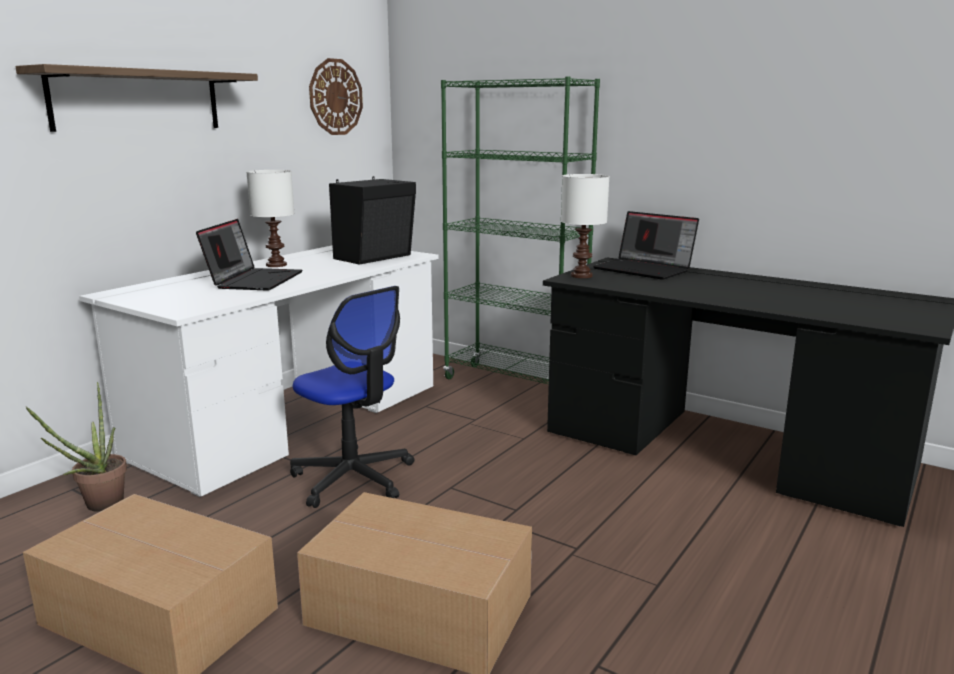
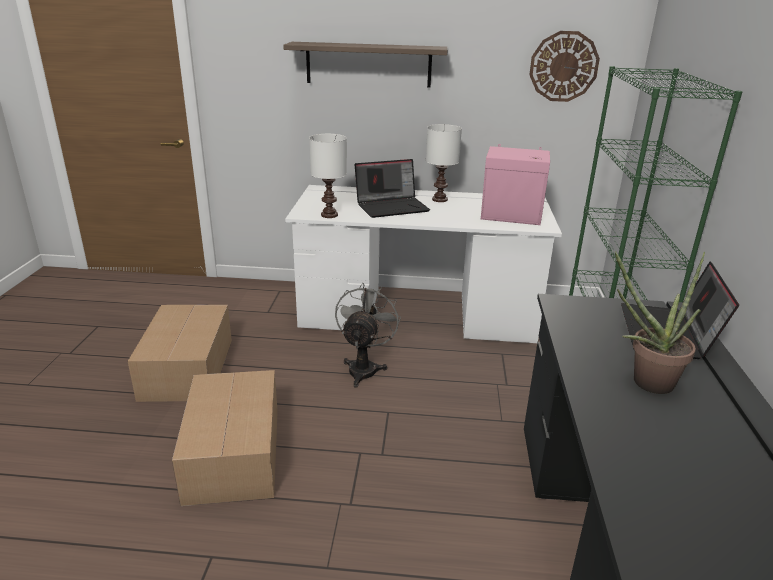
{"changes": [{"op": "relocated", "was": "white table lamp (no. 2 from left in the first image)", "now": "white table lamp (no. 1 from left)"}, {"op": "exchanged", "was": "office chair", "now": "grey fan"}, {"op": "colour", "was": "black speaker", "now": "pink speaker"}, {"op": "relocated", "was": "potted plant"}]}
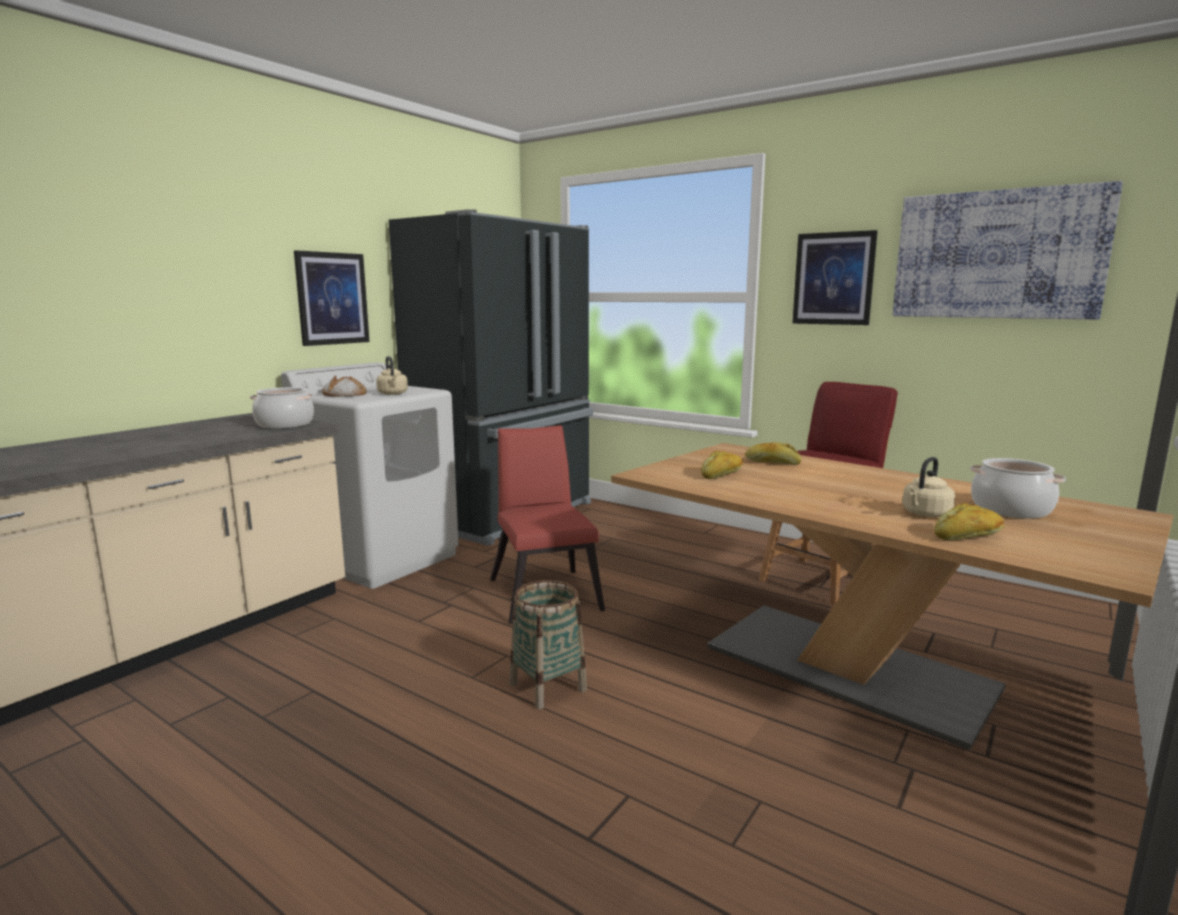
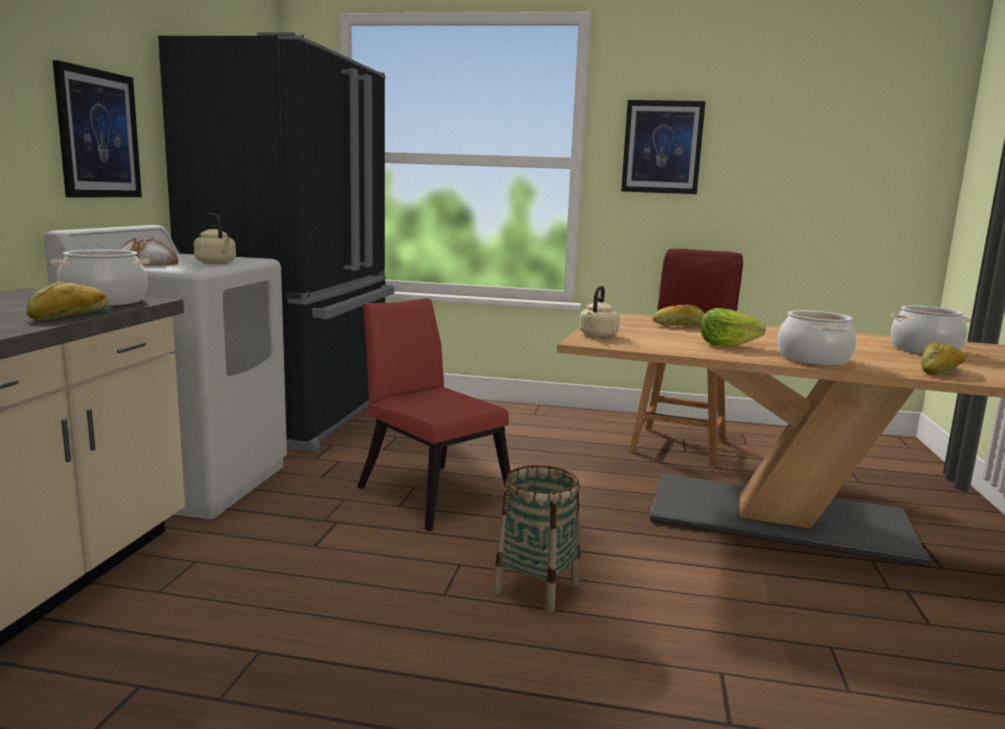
{"changes": [{"op": "relocated", "was": "bread (no. 2 from left in the first image)", "now": "bread (no. 1 from left)"}, {"op": "relocated", "was": "beige kettle (no. 2 from left)"}, {"op": "appeared", "now": "lettuce"}, {"op": "appeared", "now": "cooking pot (no. 2 from left)"}, {"op": "missing", "was": "picture (no. 3 from left)"}]}
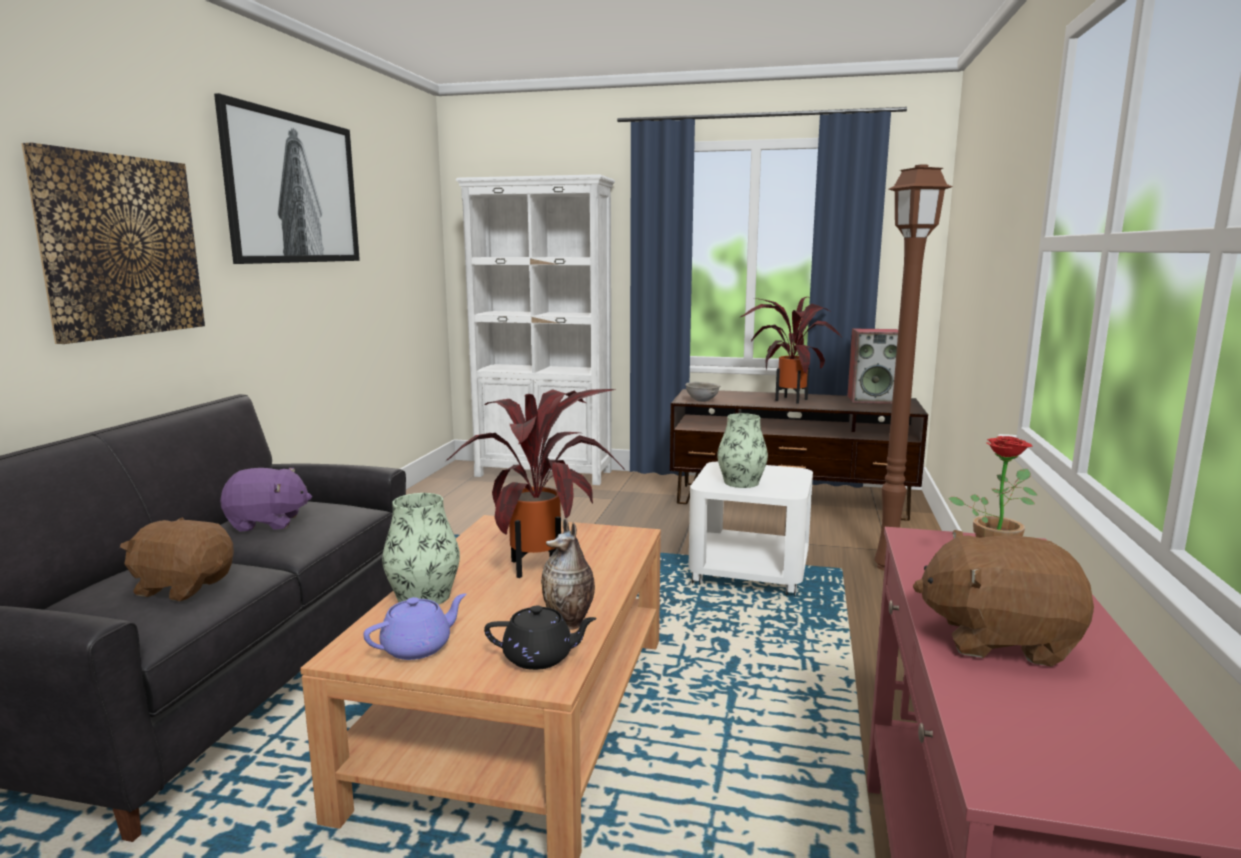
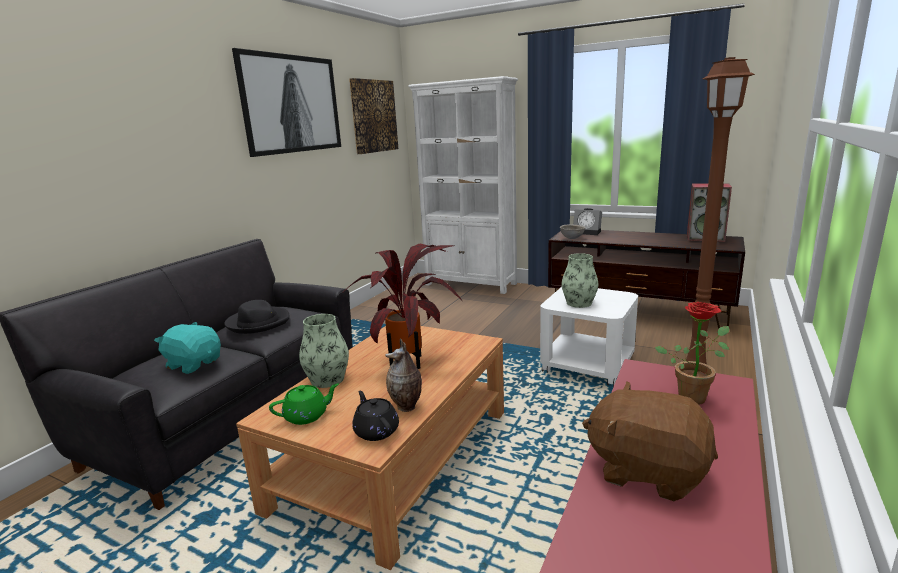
{"changes": [{"op": "colour", "was": "brown plush toy (no. 1 from left)", "now": "turquoise plush toy"}, {"op": "exchanged", "was": "purple plush toy", "now": "black hat"}, {"op": "colour", "was": "purple teapot", "now": "green teapot"}, {"op": "relocated", "was": "picture (no. 1 from left in the first image)", "now": "picture (no. 2 from left)"}, {"op": "spun", "was": "black teapot", "clockwise": -135}, {"op": "appeared", "now": "alarm clock"}, {"op": "missing", "was": "potted plant (no. 2 from left)"}]}
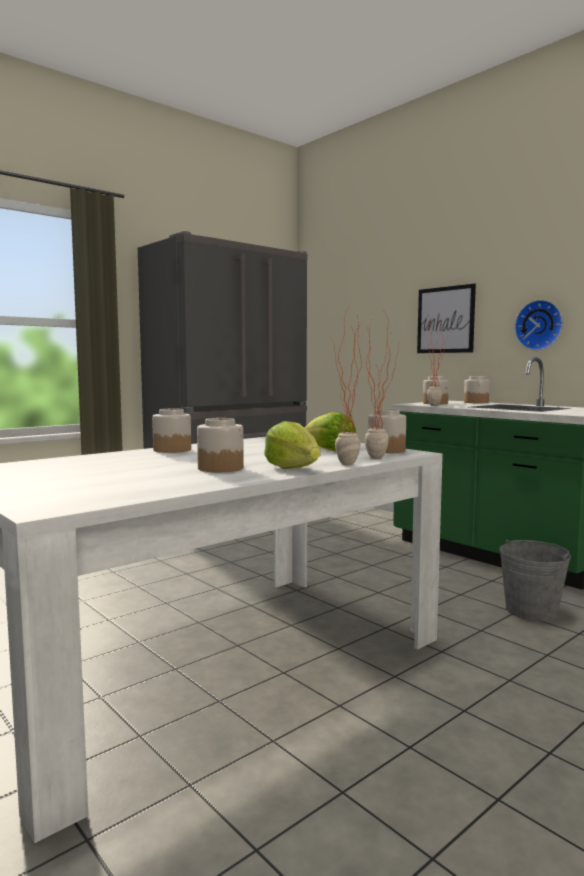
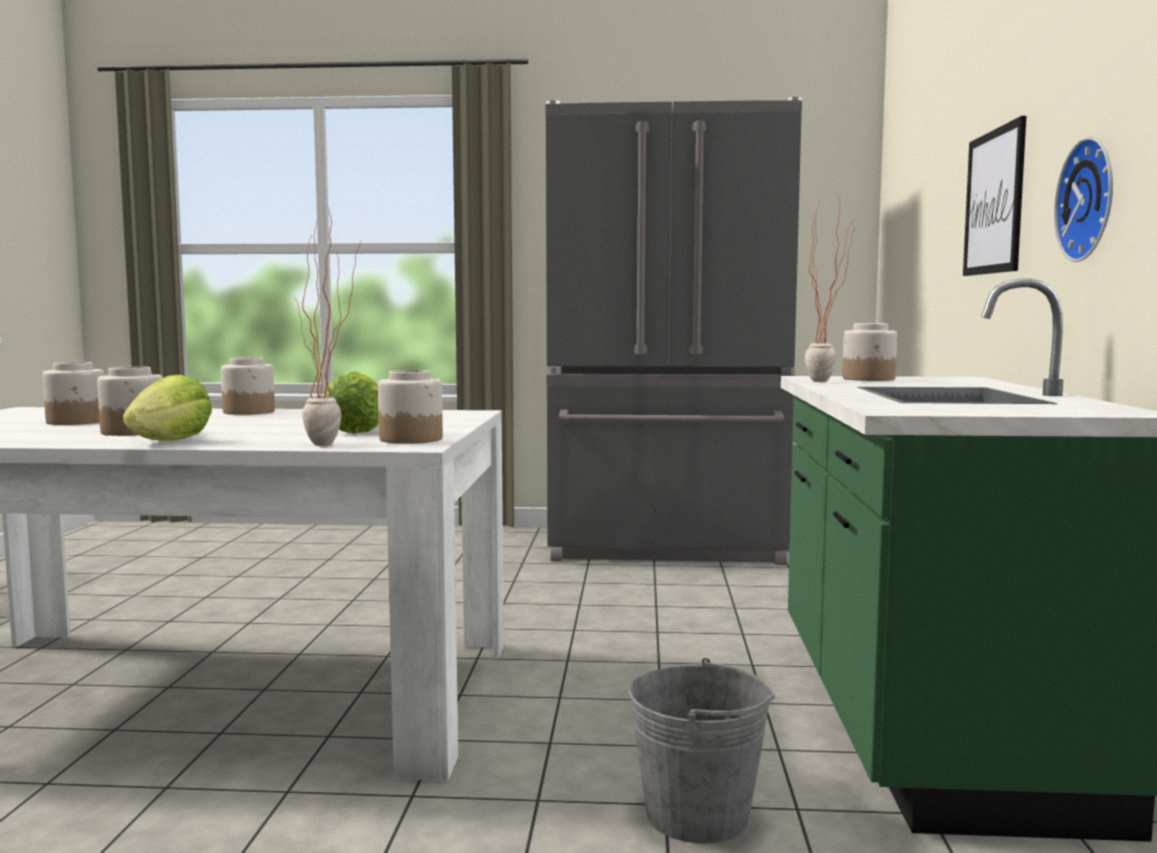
{"changes": [{"op": "relocated", "was": "jar (no. 5 from left in the first image)", "now": "jar (no. 1 from left)"}, {"op": "missing", "was": "potted plant (no. 1 from left)"}]}
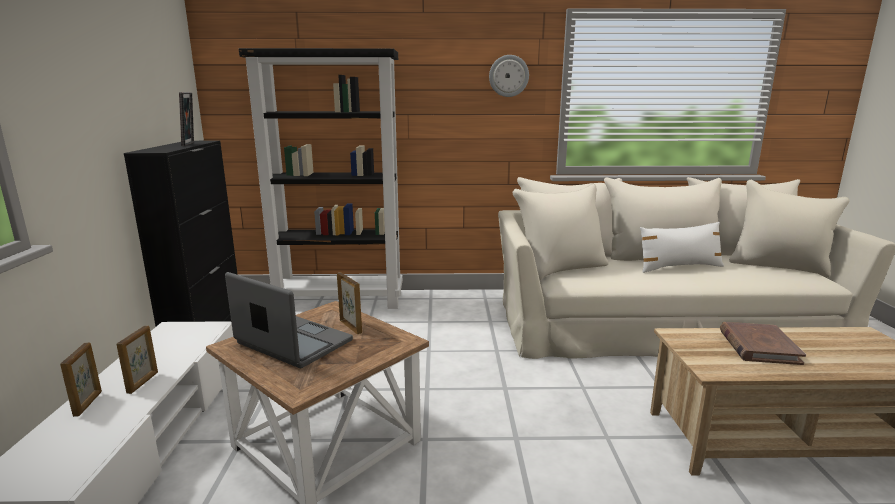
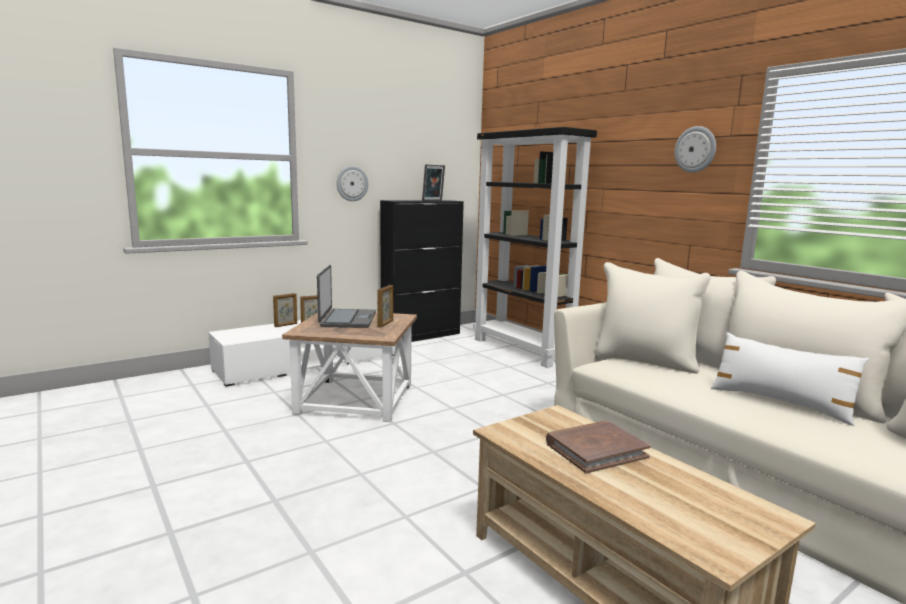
{"changes": [{"op": "appeared", "now": "wall clock (no. 1 from left)"}]}
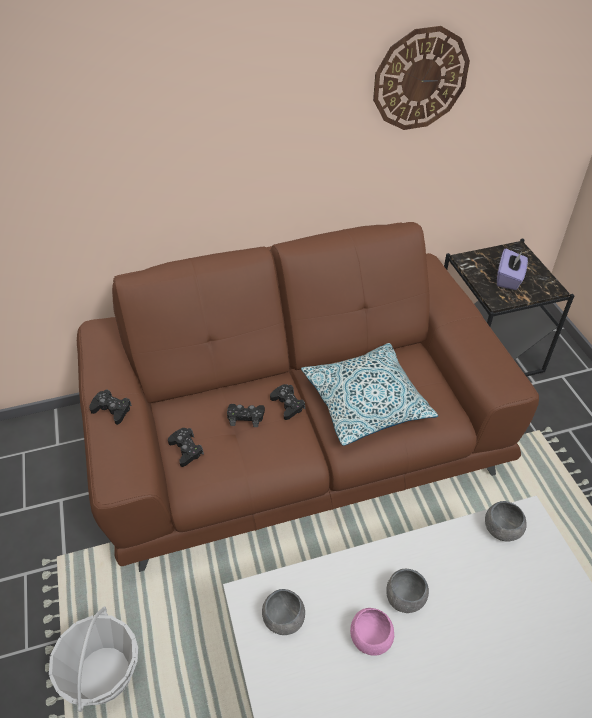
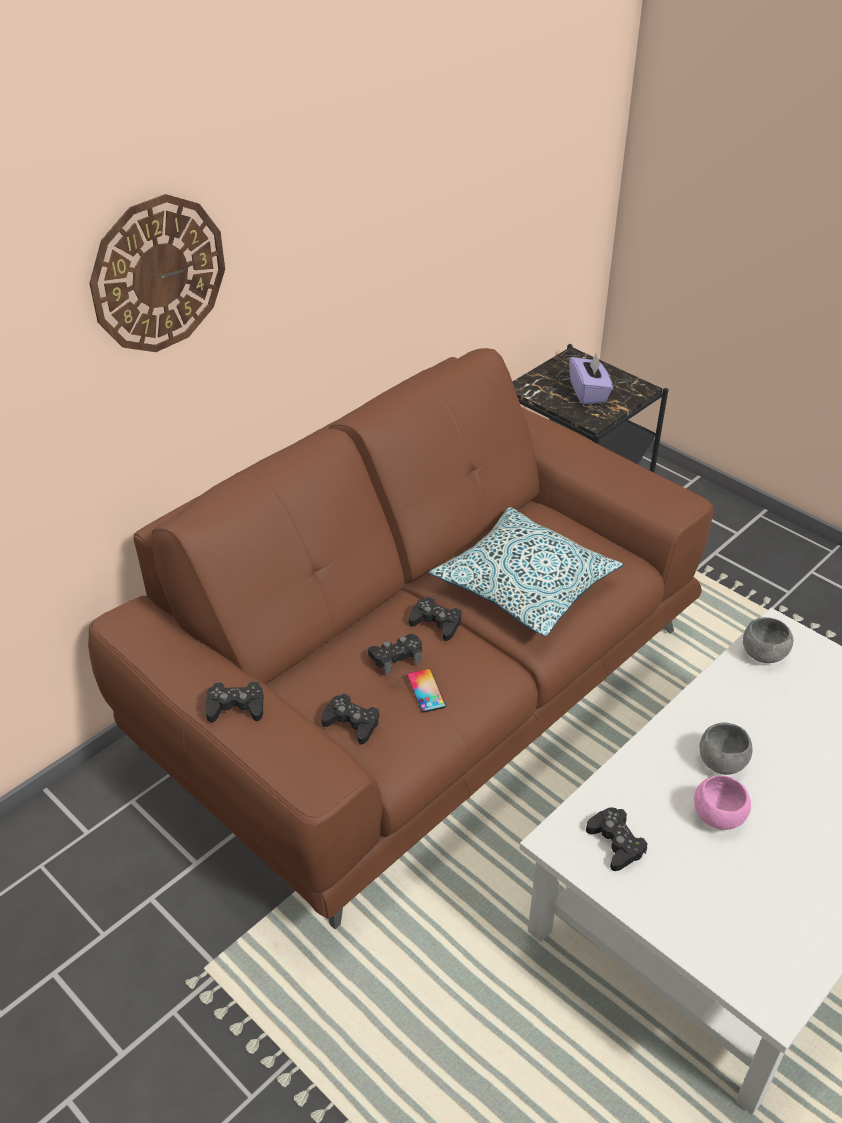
{"changes": [{"op": "relocated", "was": "wall clock"}, {"op": "appeared", "now": "phone"}, {"op": "exchanged", "was": "grey bowl (no. 1 from left)", "now": "black game controller (no. 5 from left)"}, {"op": "missing", "was": "basket"}]}
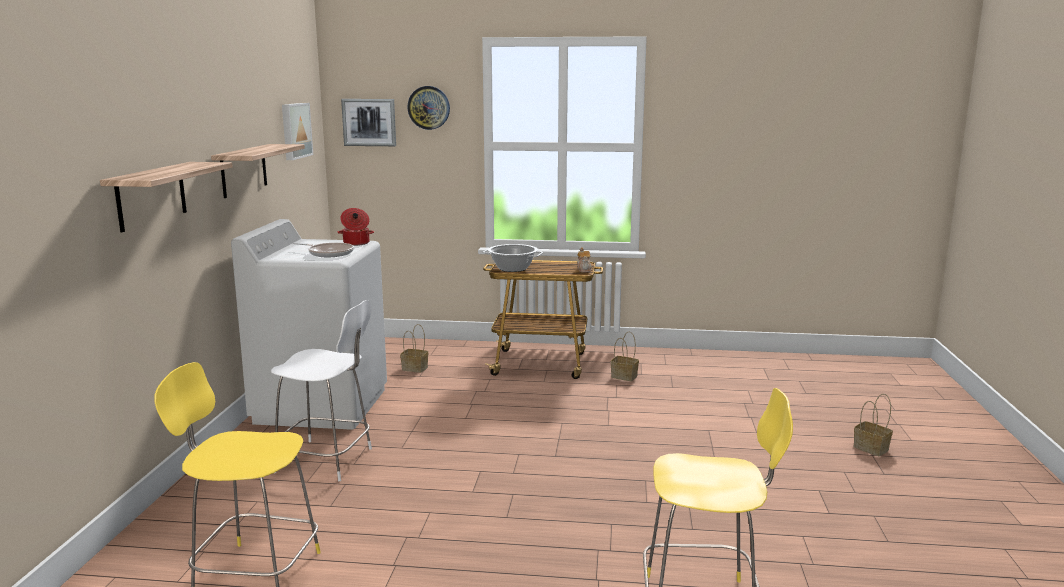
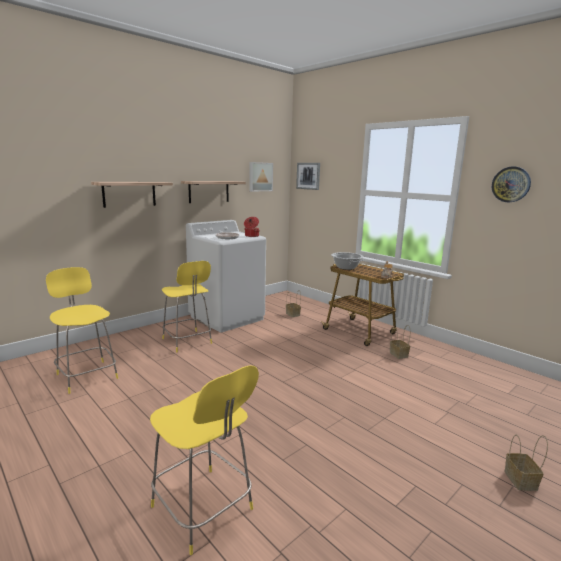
{"changes": [{"op": "colour", "was": "white stool", "now": "yellow stool (no. 2 from left)"}, {"op": "relocated", "was": "wall clock"}]}
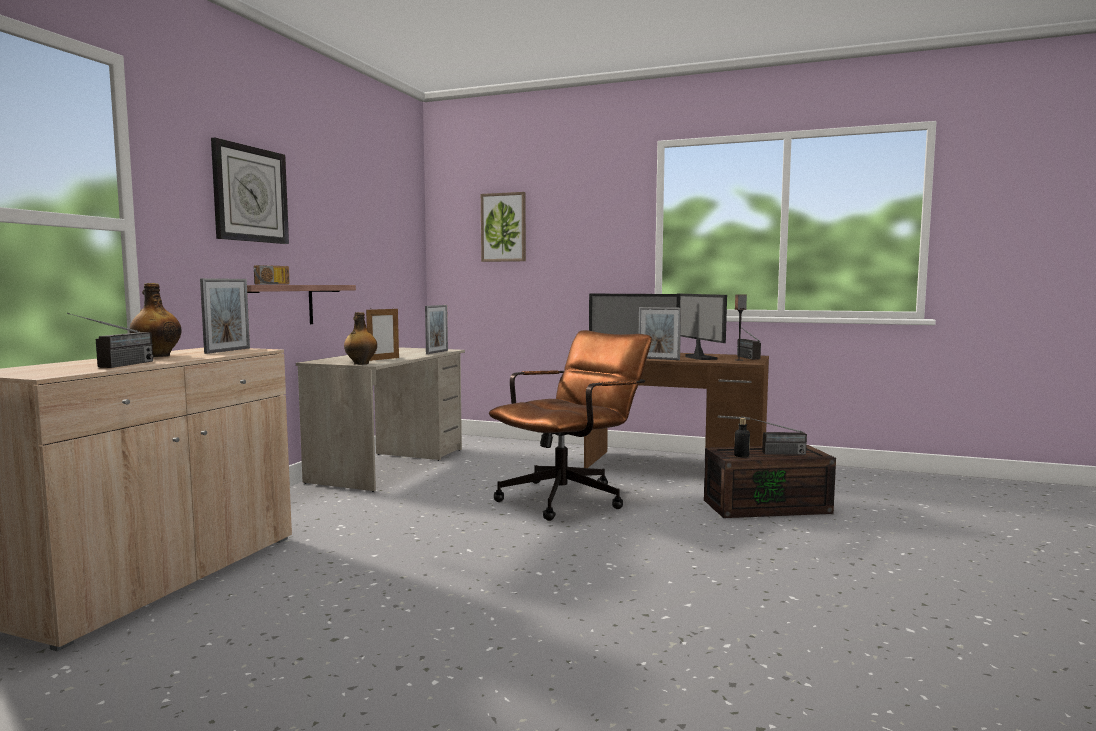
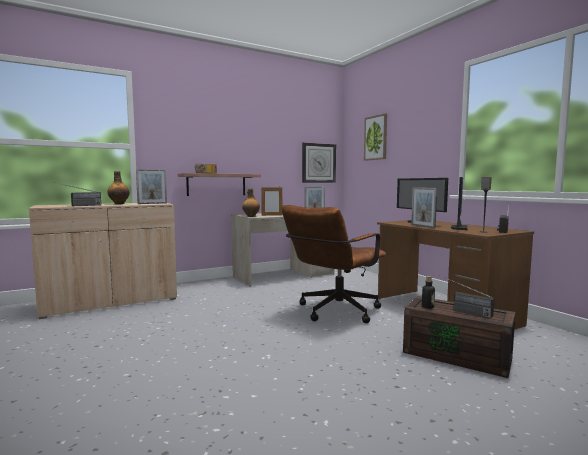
{"changes": [{"op": "spun", "was": "brown office chair", "clockwise": 135}, {"op": "relocated", "was": "wall clock"}]}
